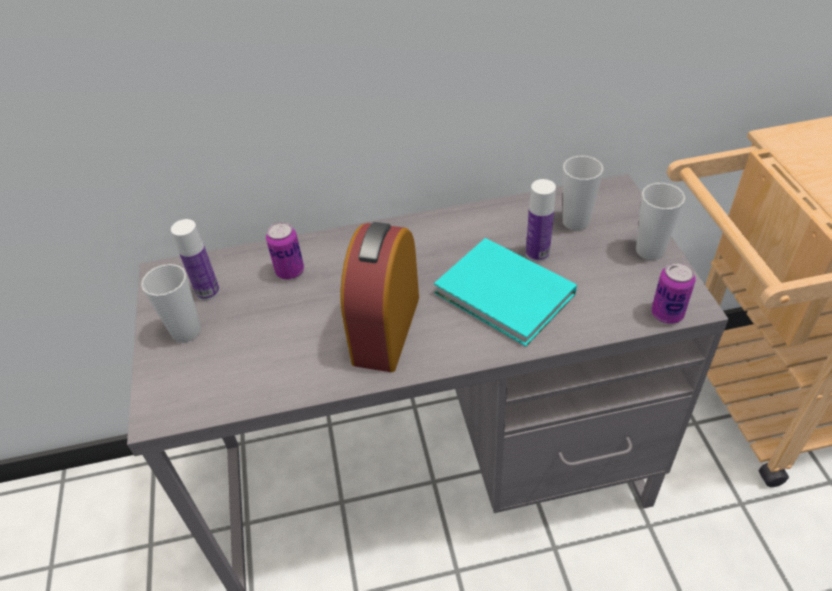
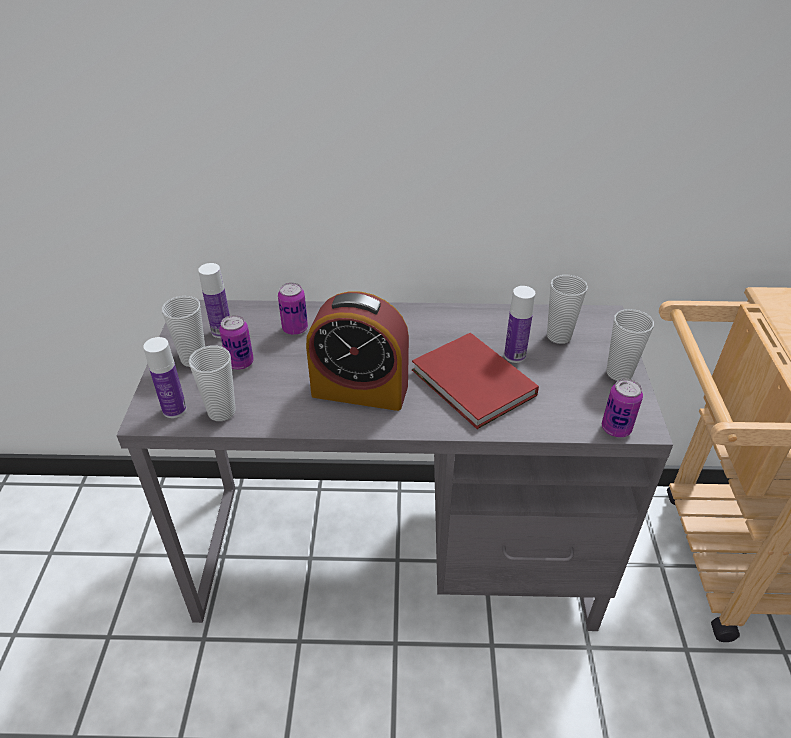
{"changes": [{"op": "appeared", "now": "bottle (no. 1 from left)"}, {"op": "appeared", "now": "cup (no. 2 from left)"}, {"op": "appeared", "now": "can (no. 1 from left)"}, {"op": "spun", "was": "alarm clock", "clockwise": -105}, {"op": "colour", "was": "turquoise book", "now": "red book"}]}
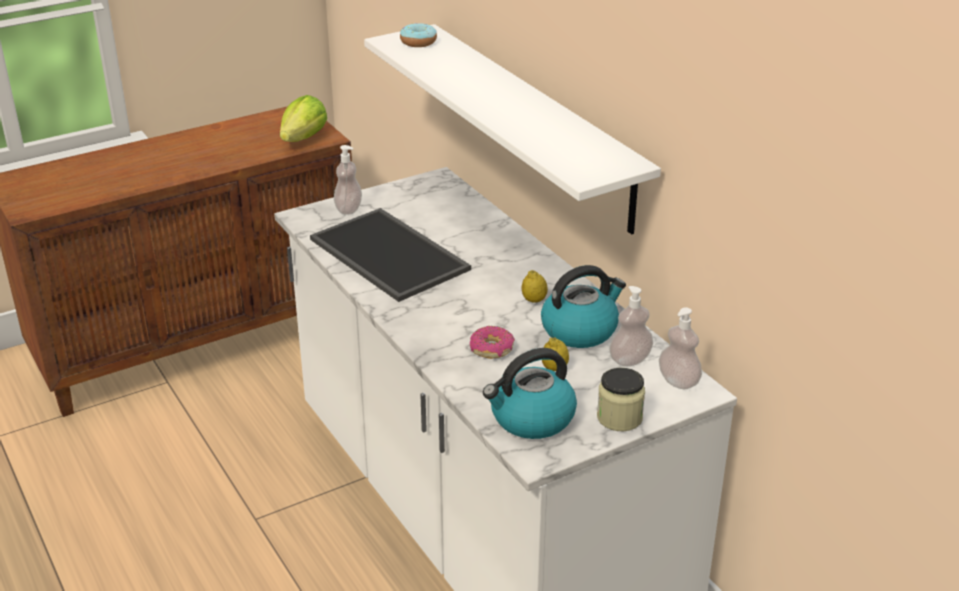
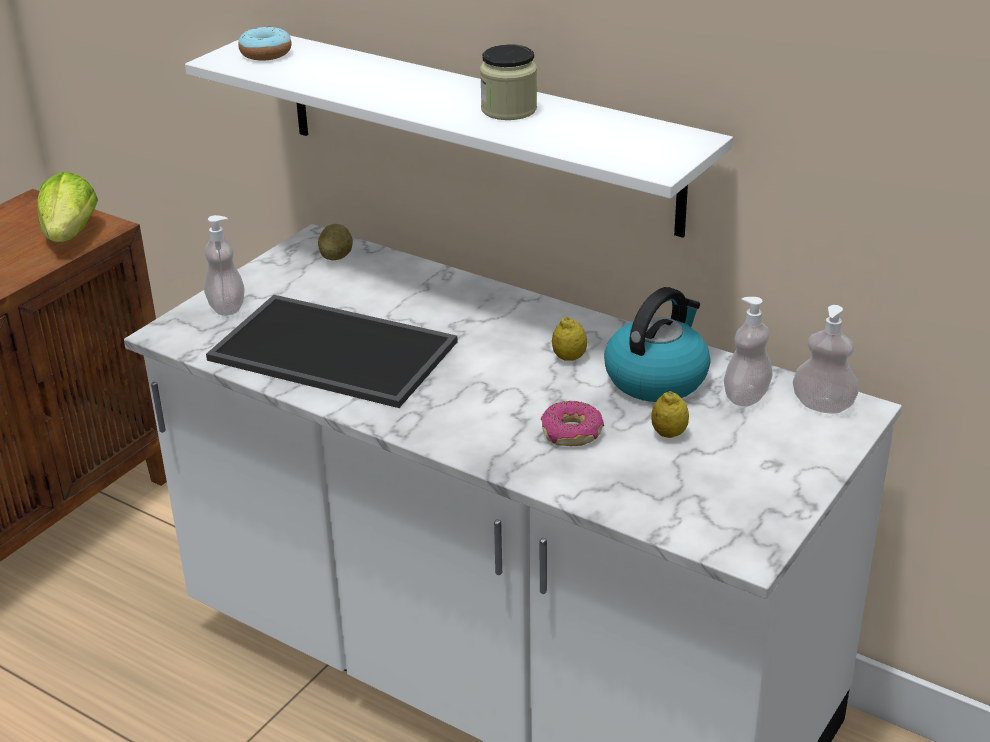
{"changes": [{"op": "appeared", "now": "potato"}, {"op": "relocated", "was": "jar"}, {"op": "missing", "was": "kettle (no. 1 from left)"}]}
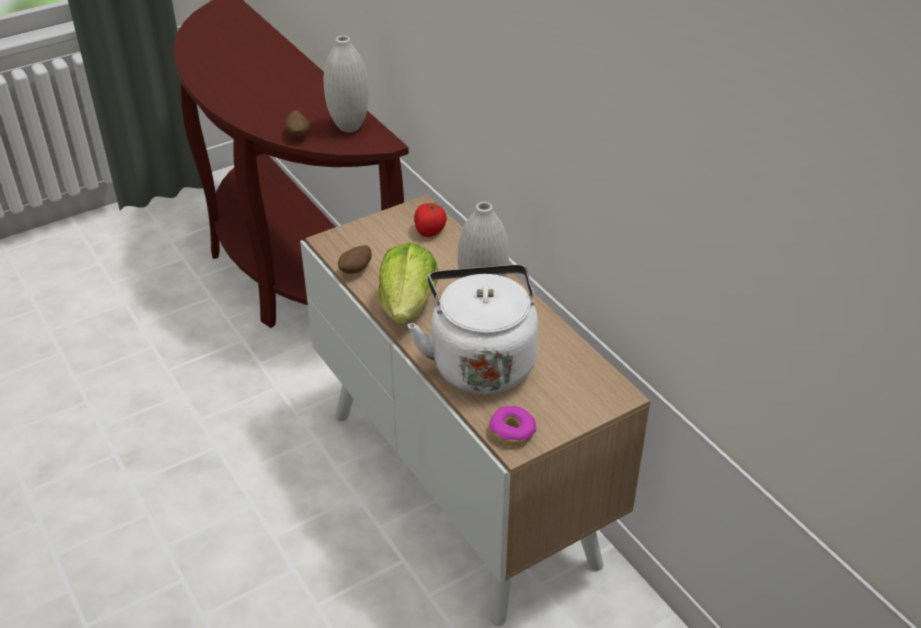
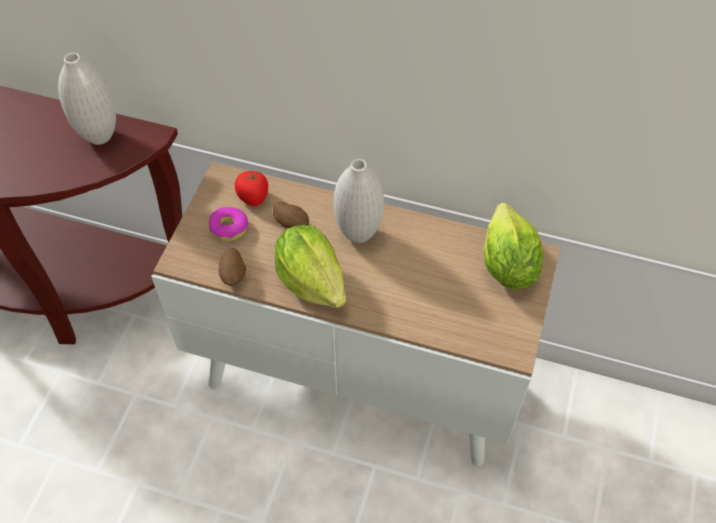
{"changes": [{"op": "relocated", "was": "donut"}, {"op": "relocated", "was": "potato (no. 1 from left in the first image)", "now": "potato (no. 2 from left)"}, {"op": "appeared", "now": "lettuce (no. 2 from left)"}, {"op": "missing", "was": "white kettle"}]}
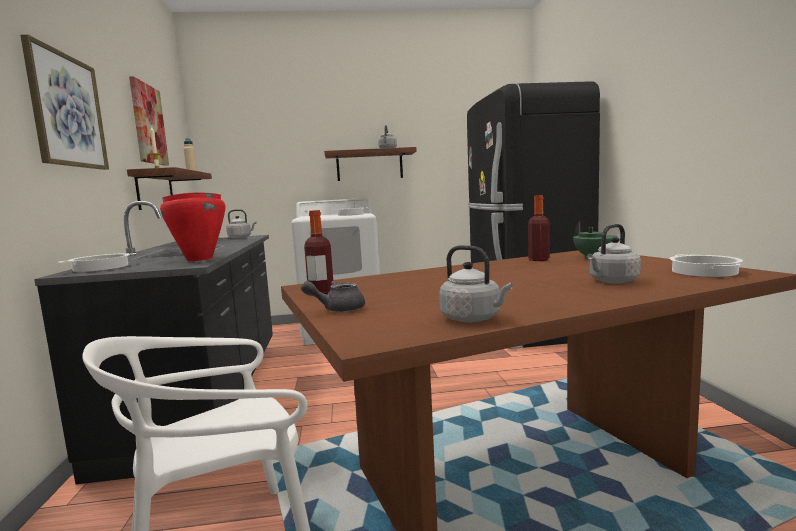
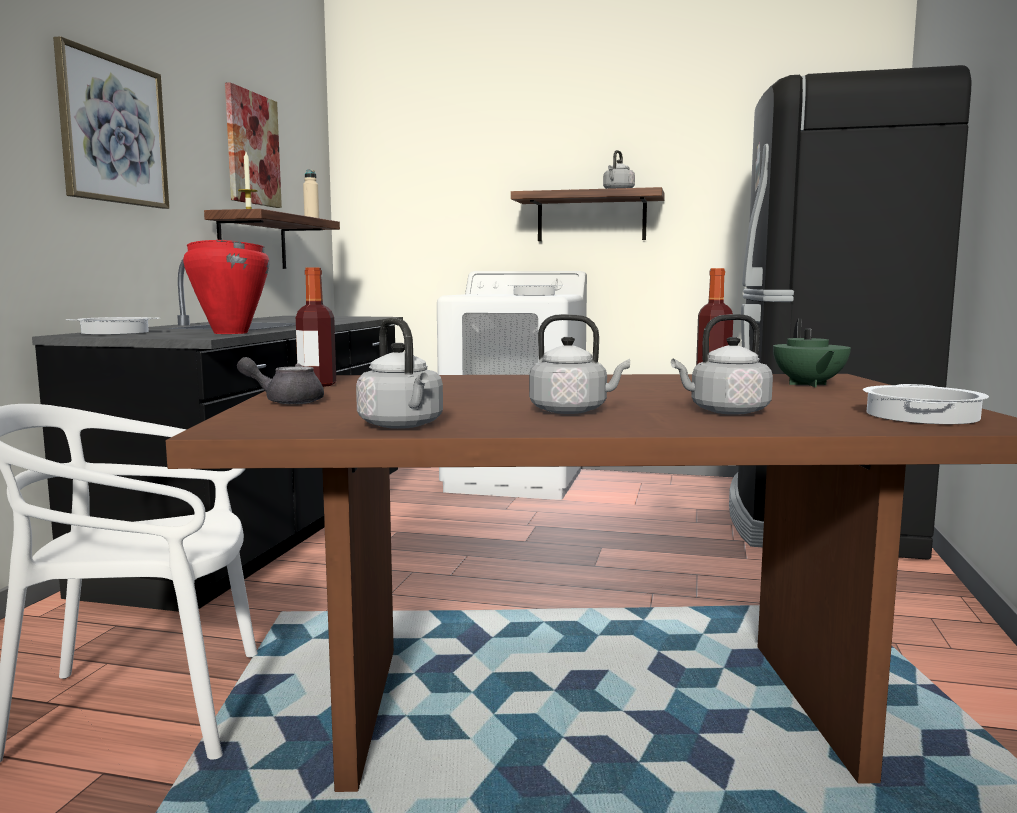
{"changes": [{"op": "relocated", "was": "grey kettle (no. 1 from left in the first image)", "now": "grey kettle (no. 2 from left)"}]}
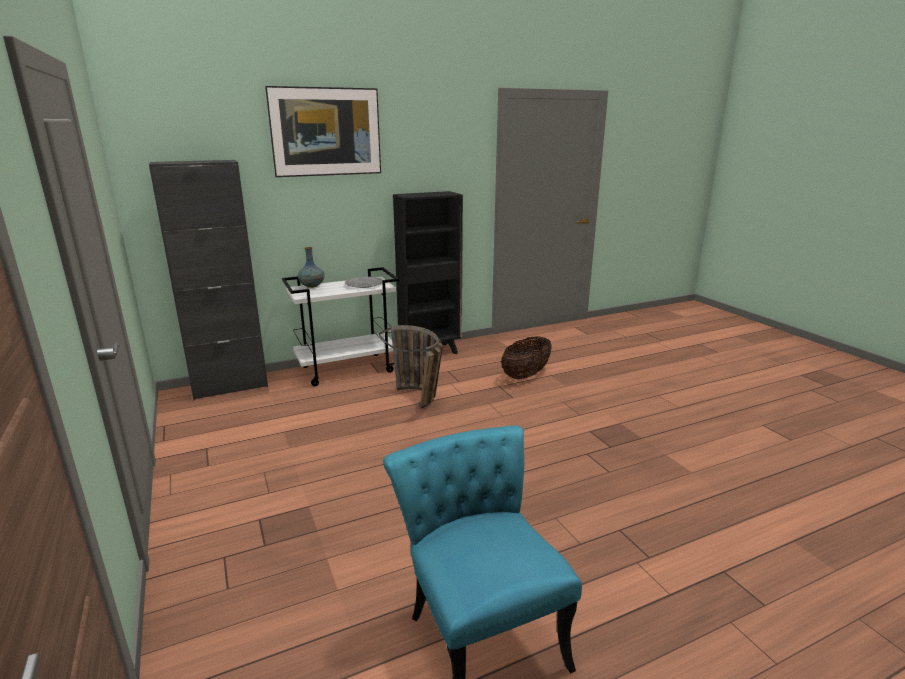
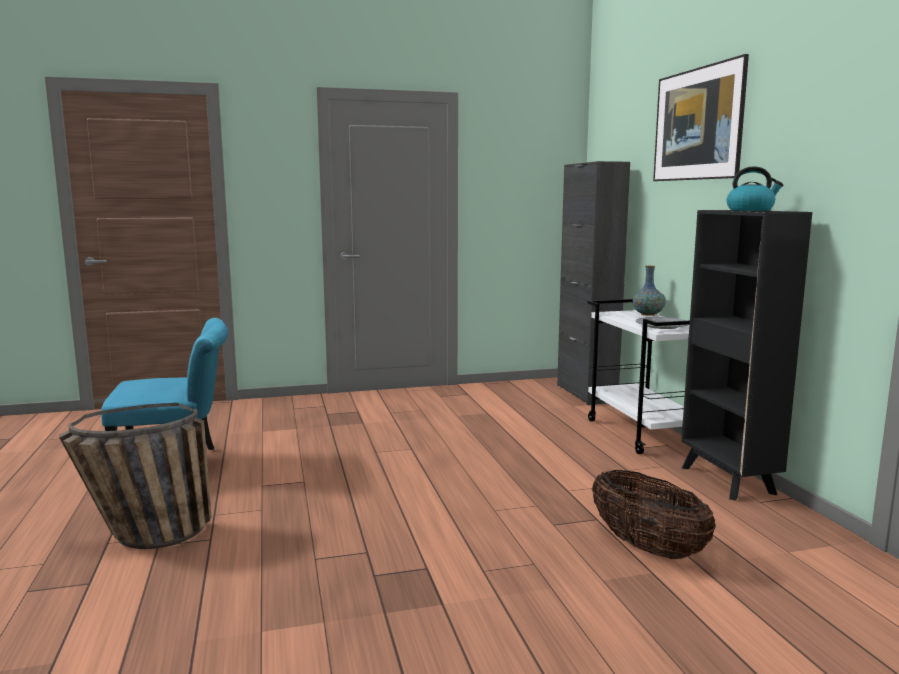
{"changes": [{"op": "relocated", "was": "basket (no. 1 from left)"}, {"op": "appeared", "now": "kettle"}]}
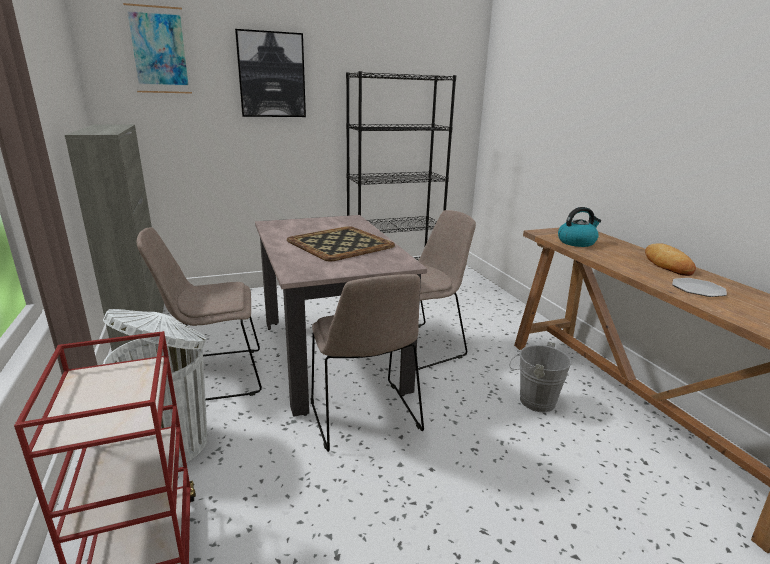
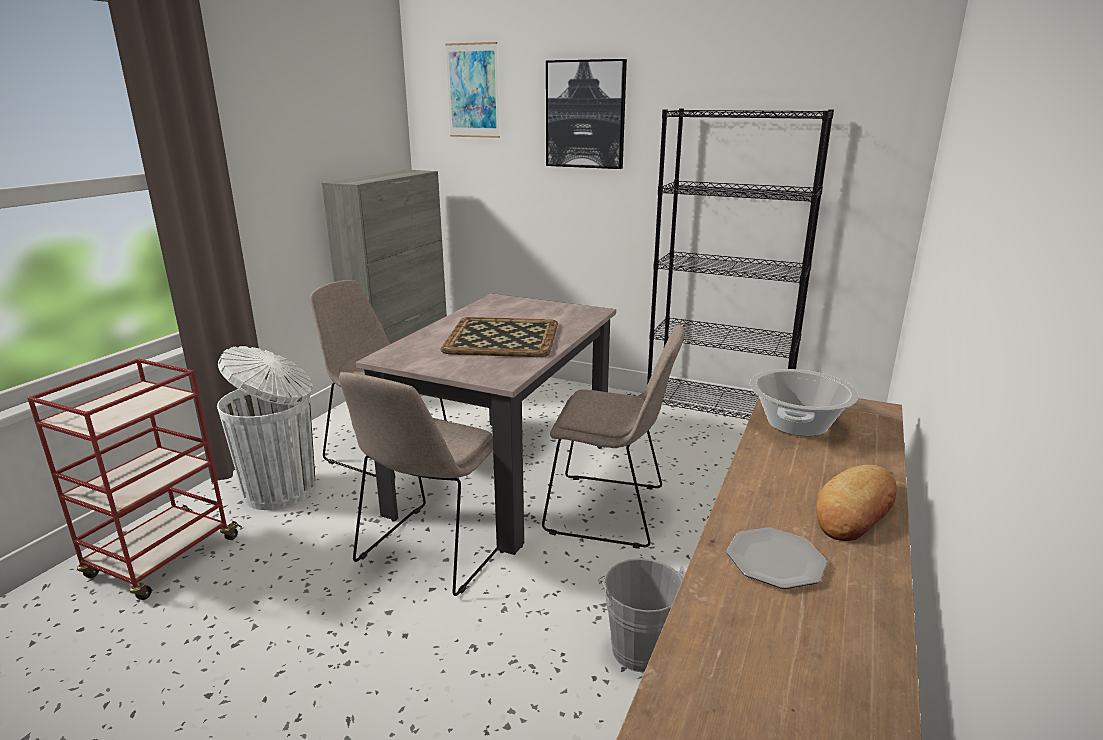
{"changes": [{"op": "exchanged", "was": "kettle", "now": "cooking pot"}]}
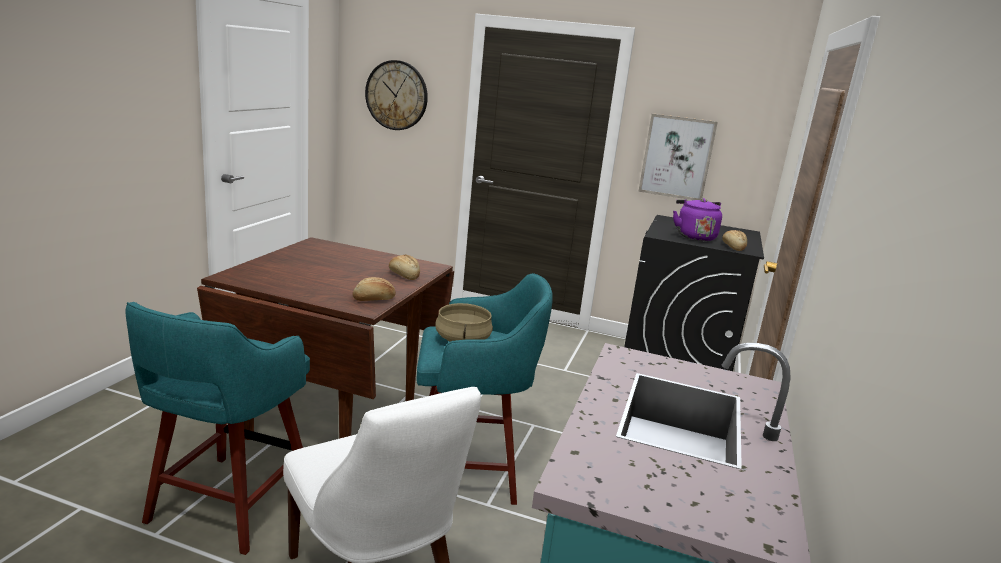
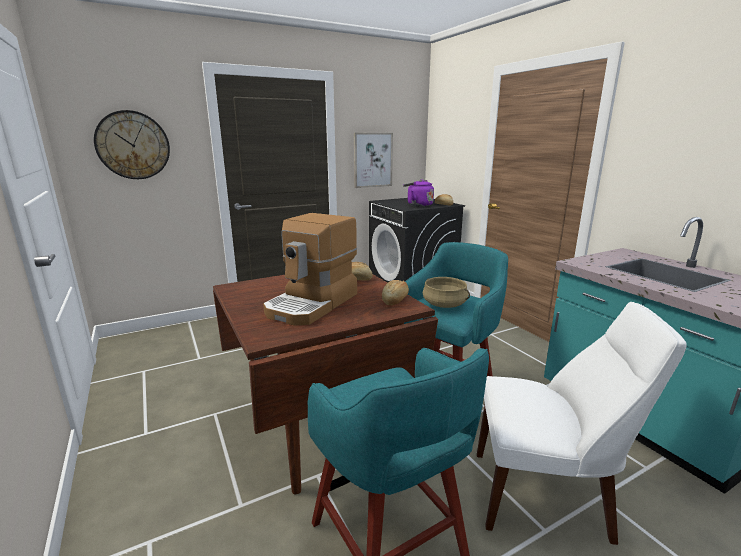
{"changes": [{"op": "appeared", "now": "coffee machine"}]}
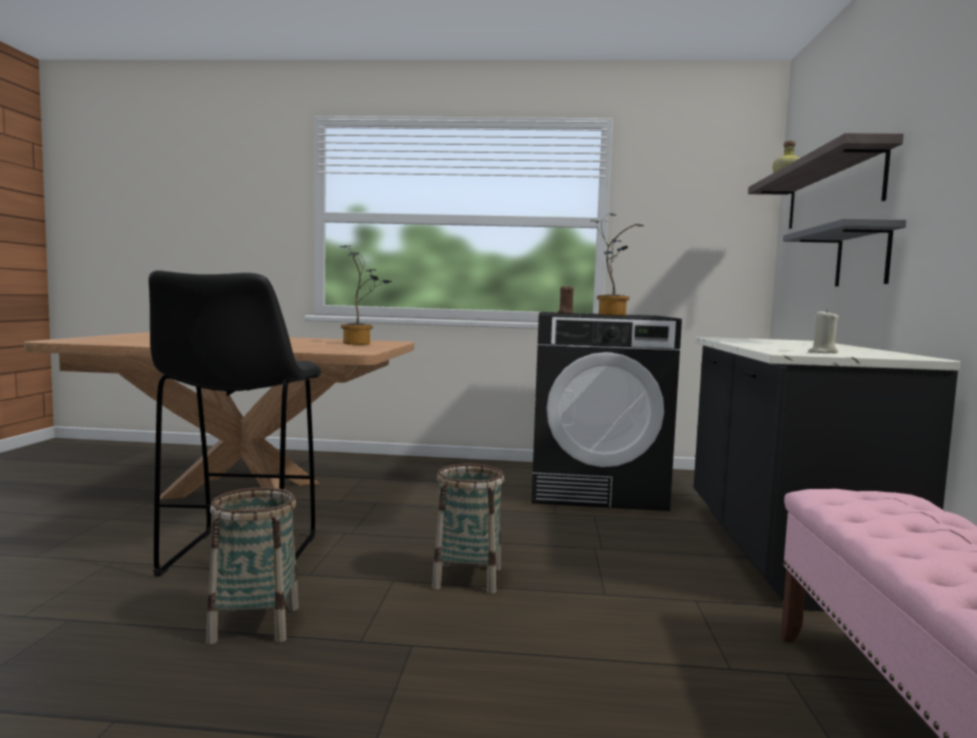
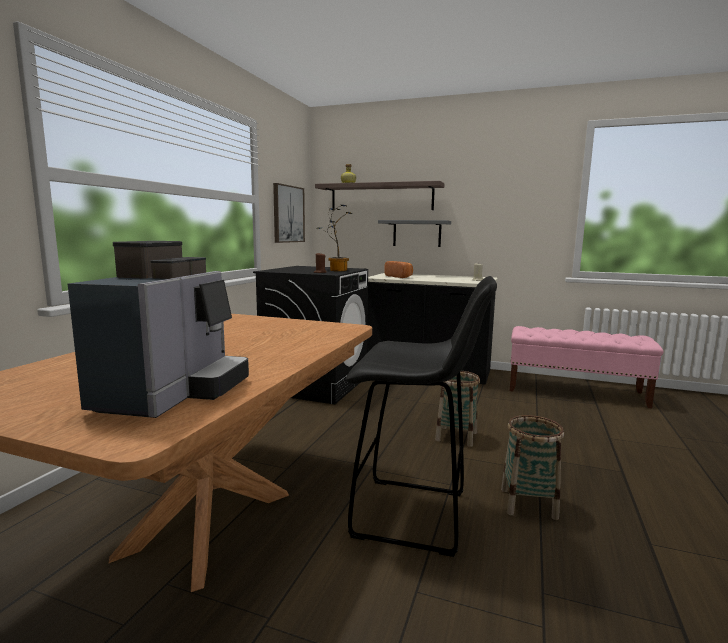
{"changes": [{"op": "appeared", "now": "coffee machine"}, {"op": "appeared", "now": "picture"}, {"op": "appeared", "now": "bread"}, {"op": "missing", "was": "potted plant (no. 1 from left)"}]}
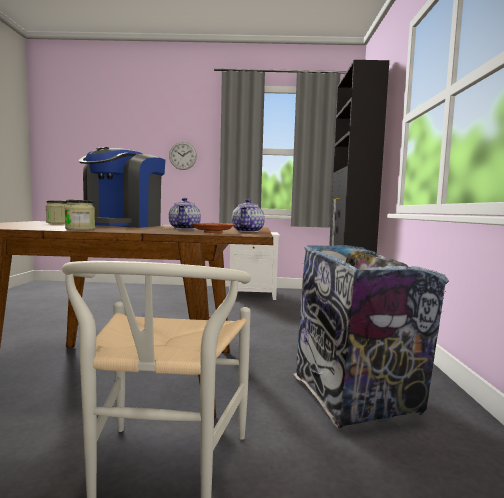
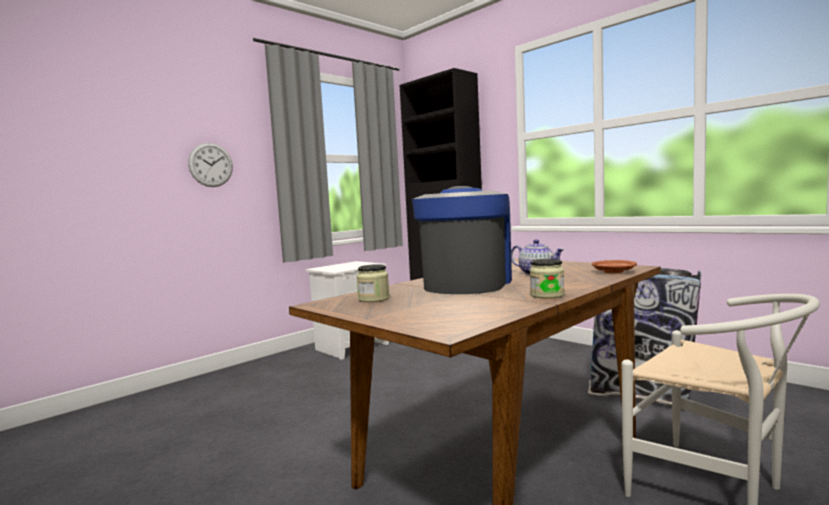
{"changes": [{"op": "spun", "was": "coffee machine", "clockwise": -135}, {"op": "missing", "was": "teapot (no. 2 from left)"}]}
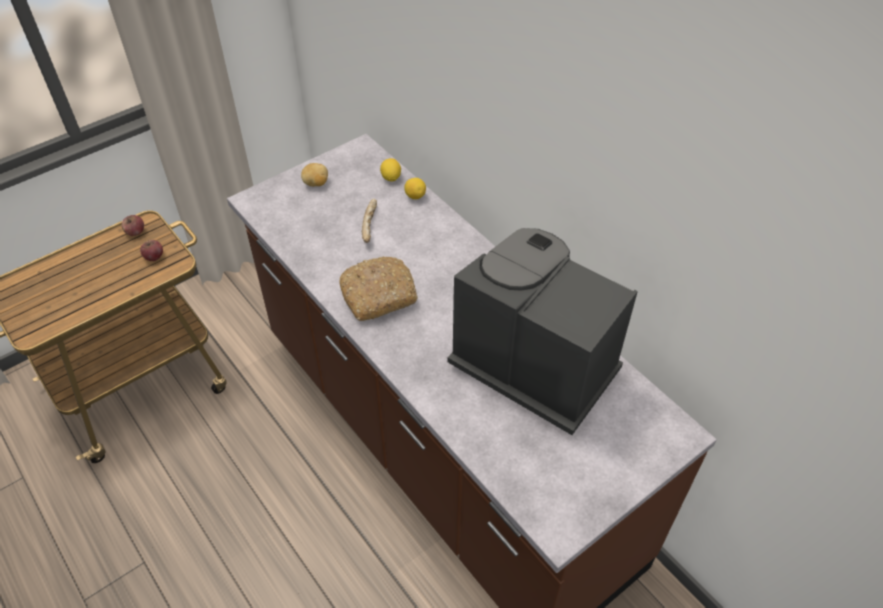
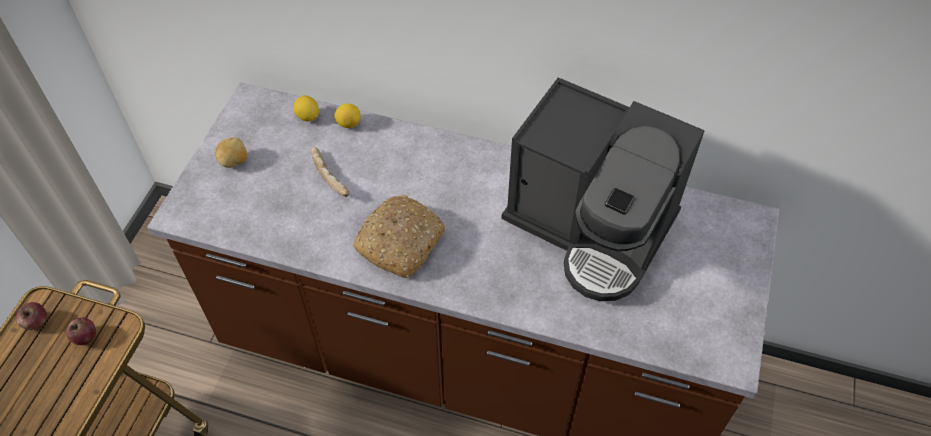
{"changes": [{"op": "spun", "was": "coffee machine", "clockwise": -150}]}
